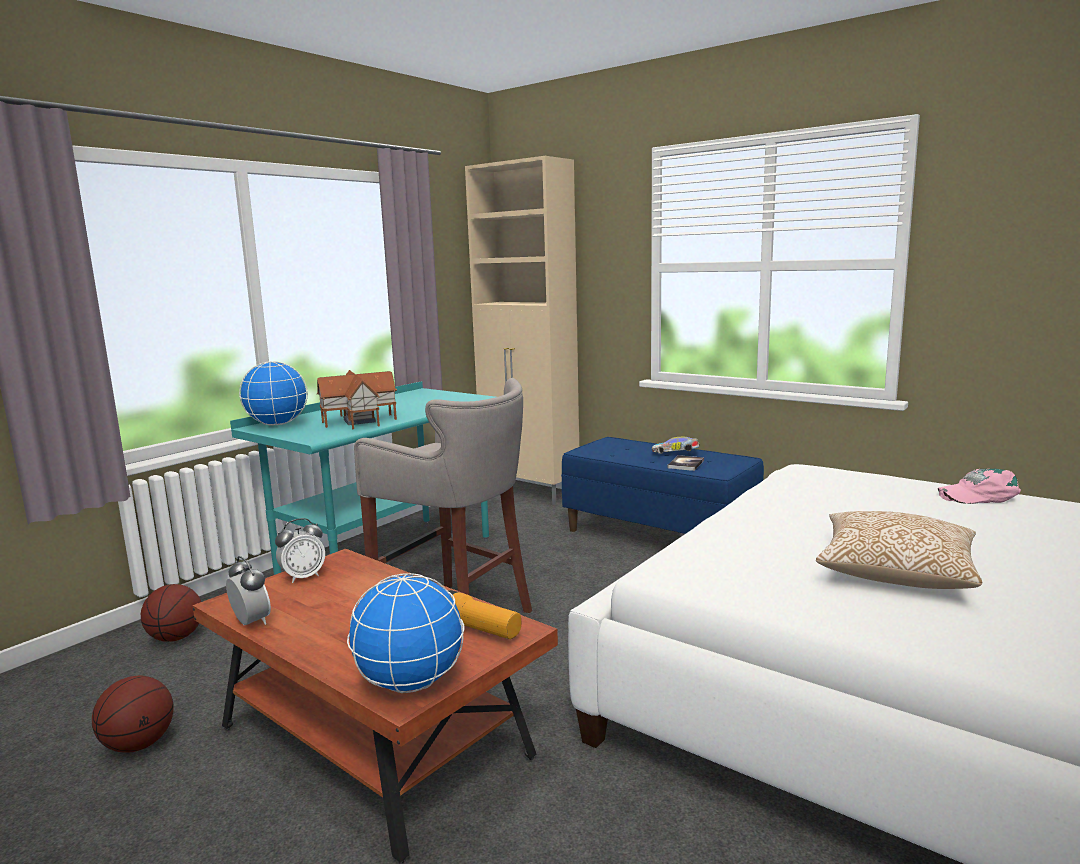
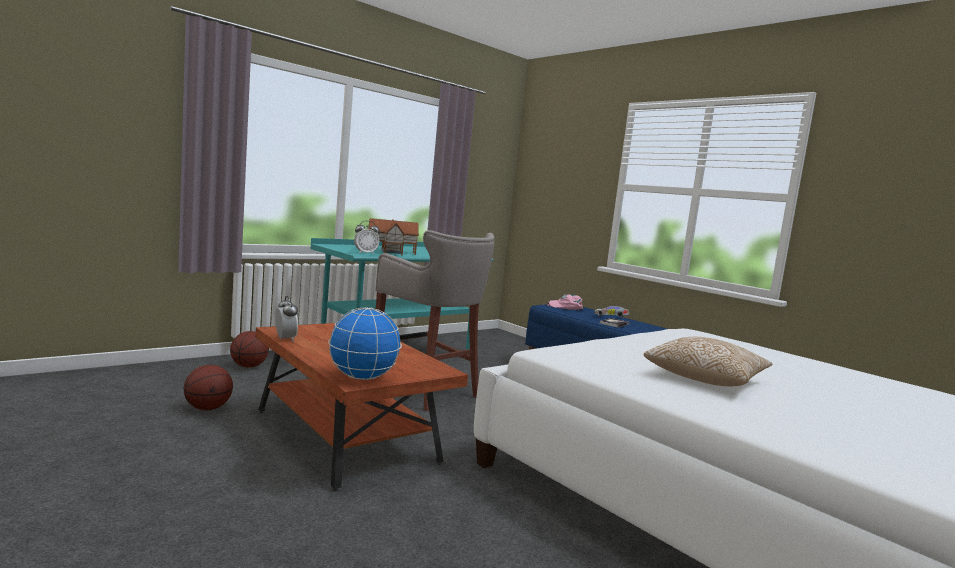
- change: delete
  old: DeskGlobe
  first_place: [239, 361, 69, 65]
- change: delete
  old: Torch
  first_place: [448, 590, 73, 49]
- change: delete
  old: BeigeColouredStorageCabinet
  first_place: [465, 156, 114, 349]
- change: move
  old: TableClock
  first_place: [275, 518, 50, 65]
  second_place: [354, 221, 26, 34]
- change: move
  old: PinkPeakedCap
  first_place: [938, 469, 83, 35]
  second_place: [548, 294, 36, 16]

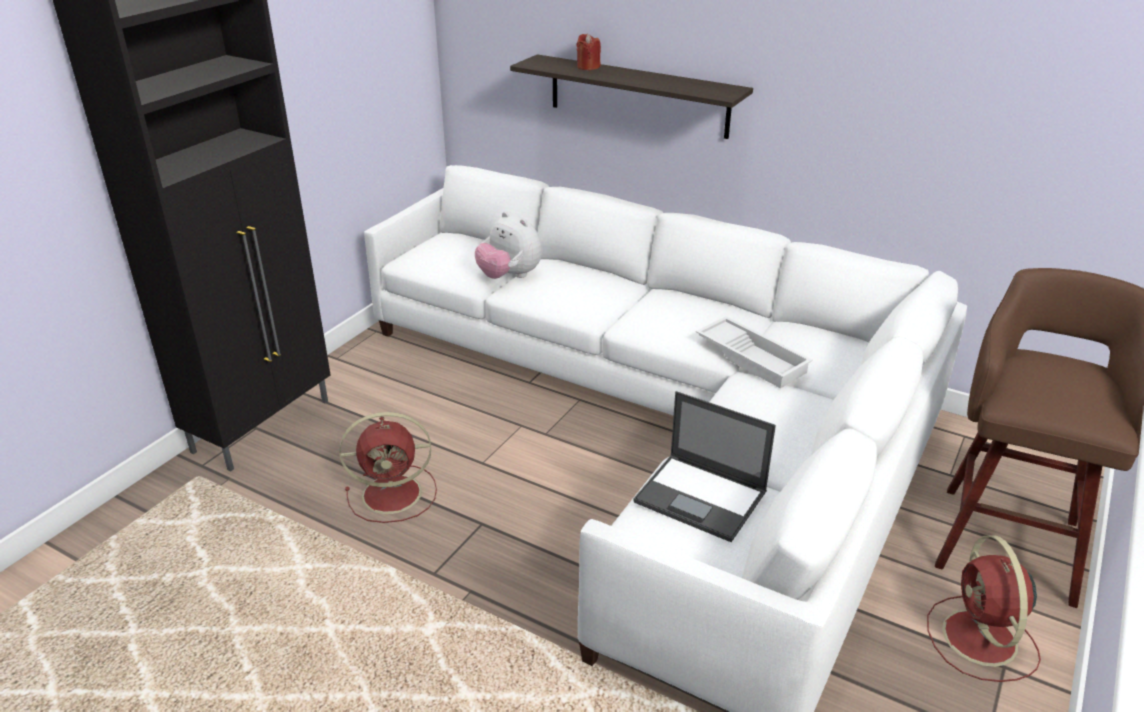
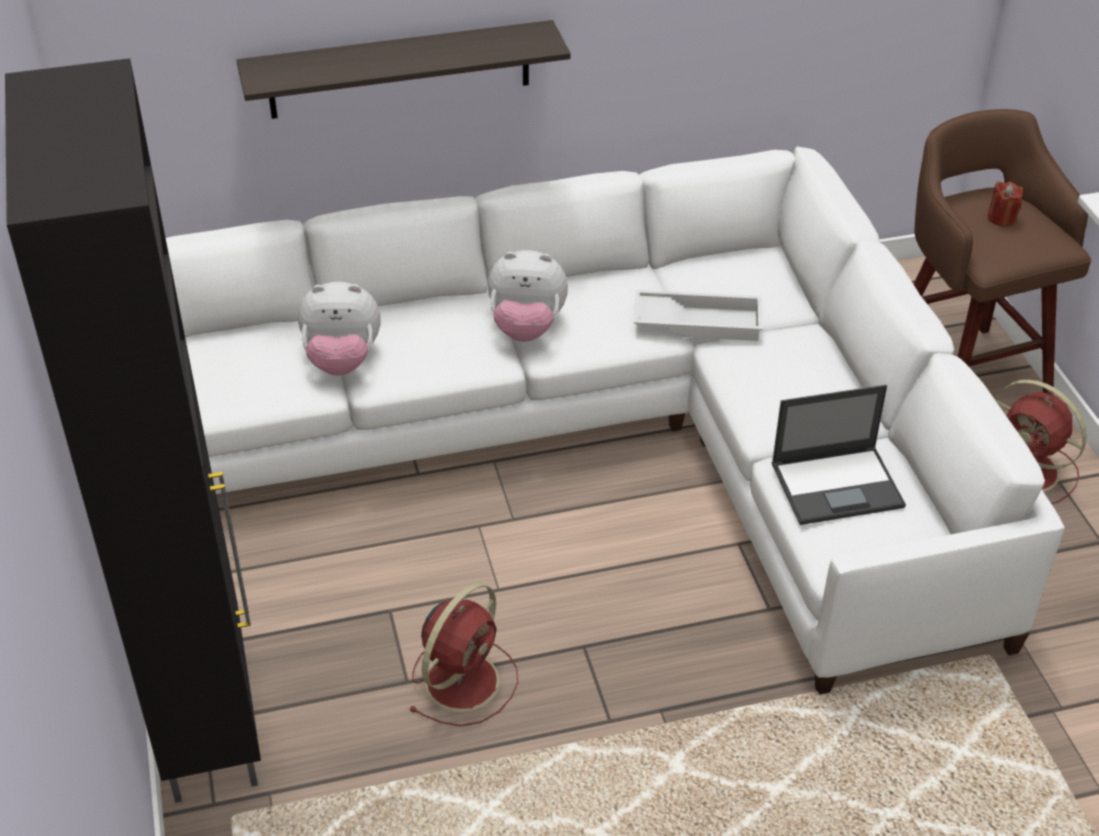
- change: insert
  new: CuddlyToy
  second_place: [488, 250, 80, 92]
- change: move
  old: RedWaxLight
  first_place: [576, 34, 25, 36]
  second_place: [988, 182, 35, 45]

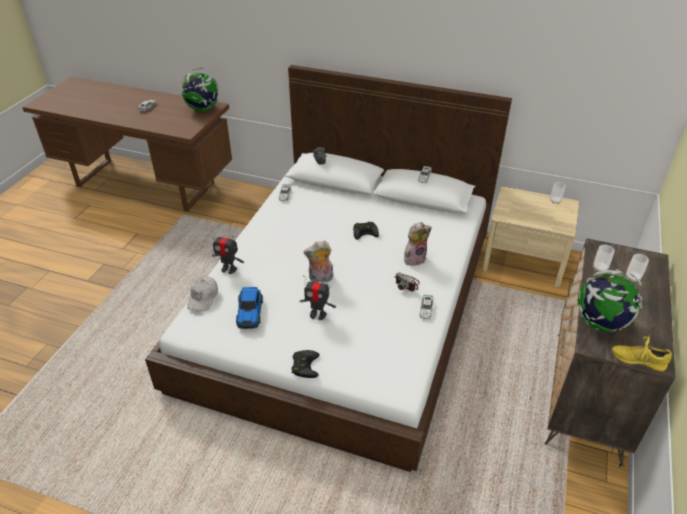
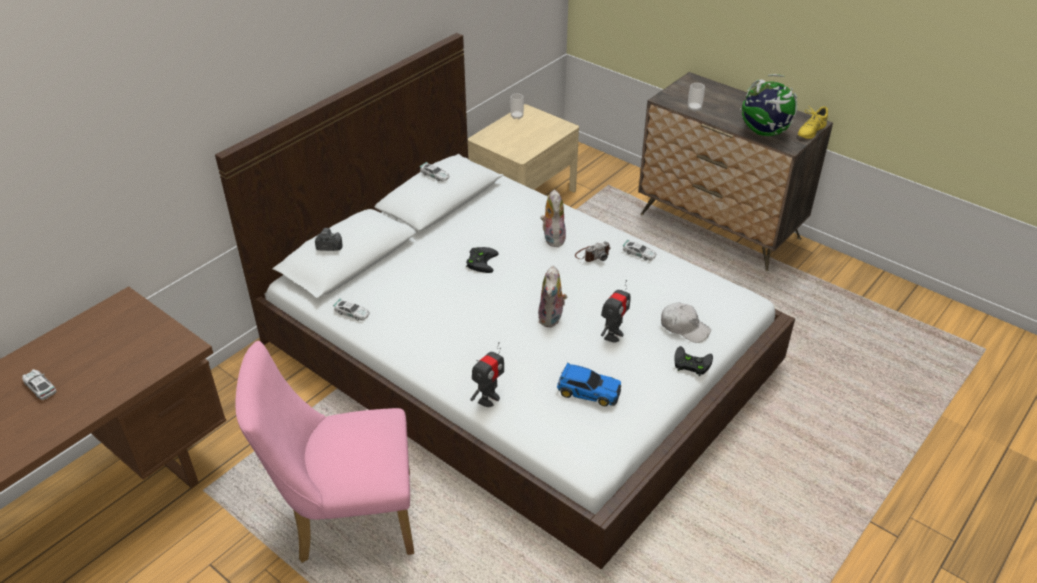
- change: delete
  old: DeskGlobe
  first_place: [181, 68, 38, 43]
- change: delete
  old: Cup
  first_place: [626, 254, 23, 28]
- change: insert
  new: PinkPlainChair
  second_place: [235, 341, 179, 222]
- change: move
  old: WhitishPeakedCap
  first_place: [187, 276, 31, 35]
  second_place: [661, 303, 50, 40]

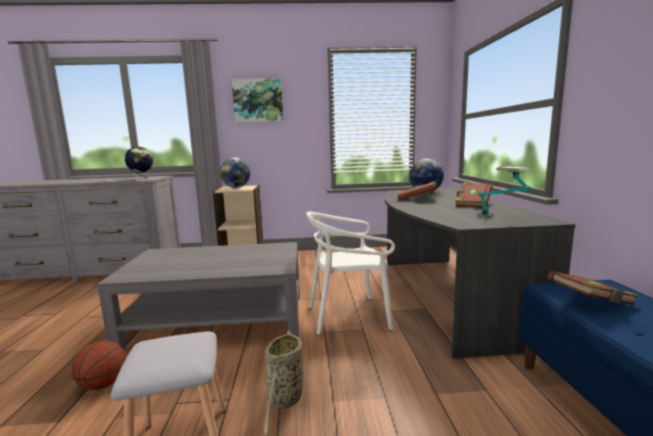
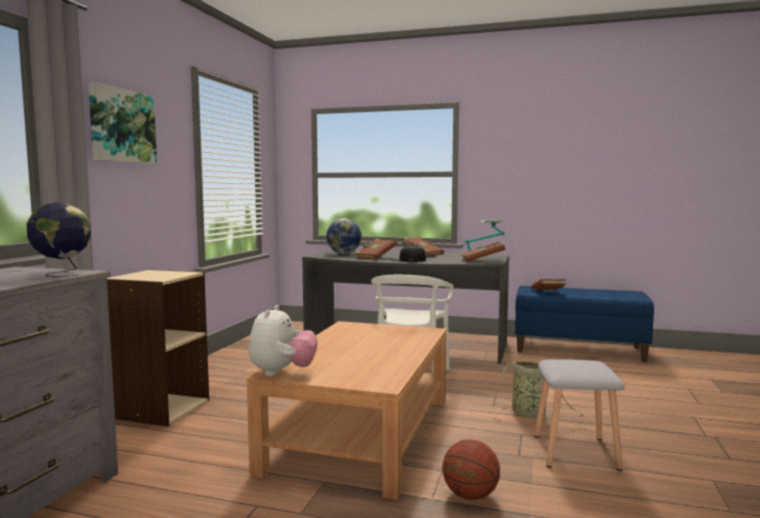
- change: delete
  old: DeskGlobe
  first_place: [220, 158, 30, 30]
- change: insert
  new: CuddlyToy
  second_place: [249, 305, 69, 71]
- change: insert
  new: BlackColouredPeakedCap
  second_place: [391, 245, 35, 17]
- change: insert
  new: BrownVolume
  second_place: [461, 242, 44, 20]
- change: recolor
  old: GreyLowTable
  new: BrownLowTable
  first_place: [97, 242, 203, 108]
  second_place: [247, 321, 200, 179]

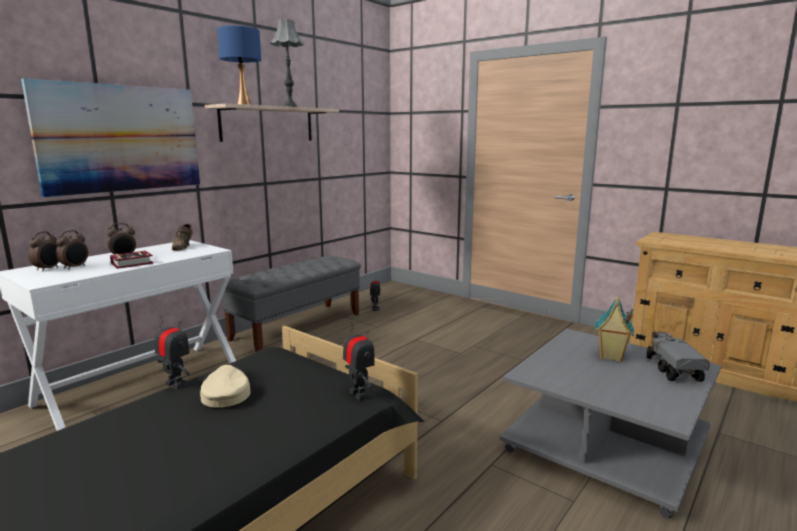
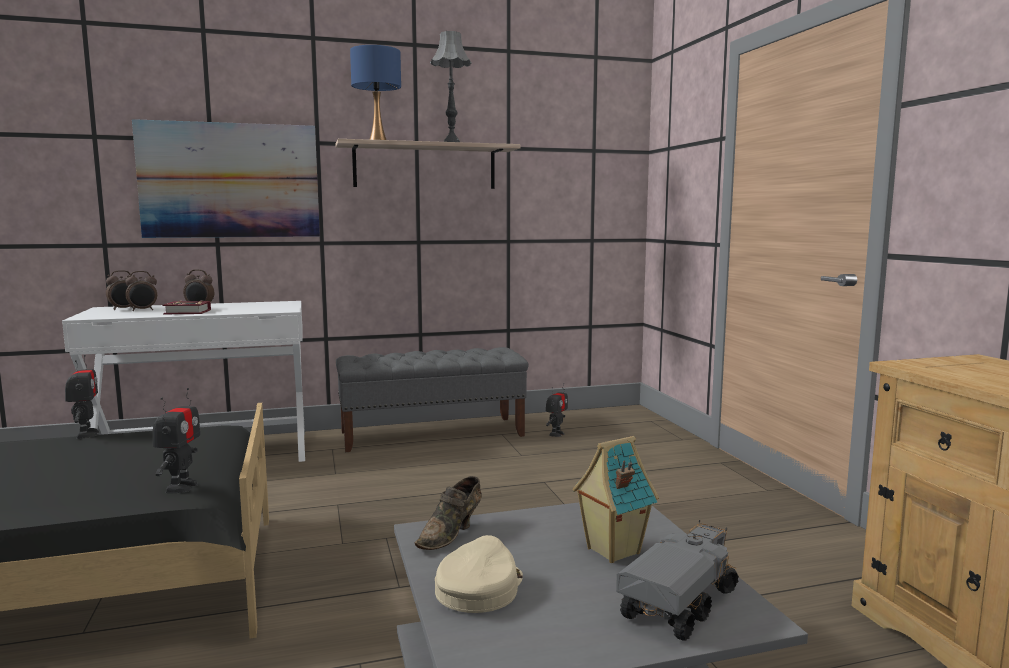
- change: move
  old: BrownLowShoe
  first_place: [172, 224, 21, 27]
  second_place: [415, 476, 67, 74]
- change: move
  old: BeigeColouredPeakedCap
  first_place: [200, 365, 51, 43]
  second_place: [435, 535, 88, 78]

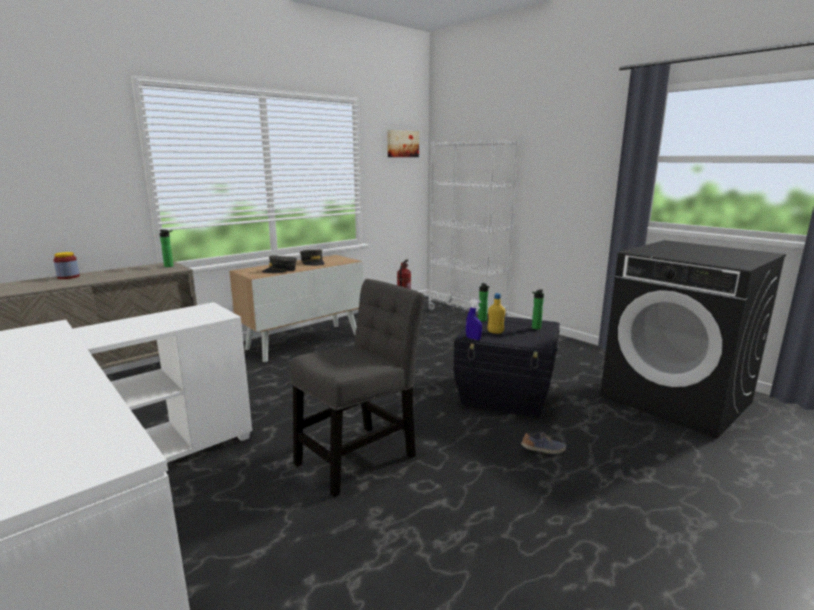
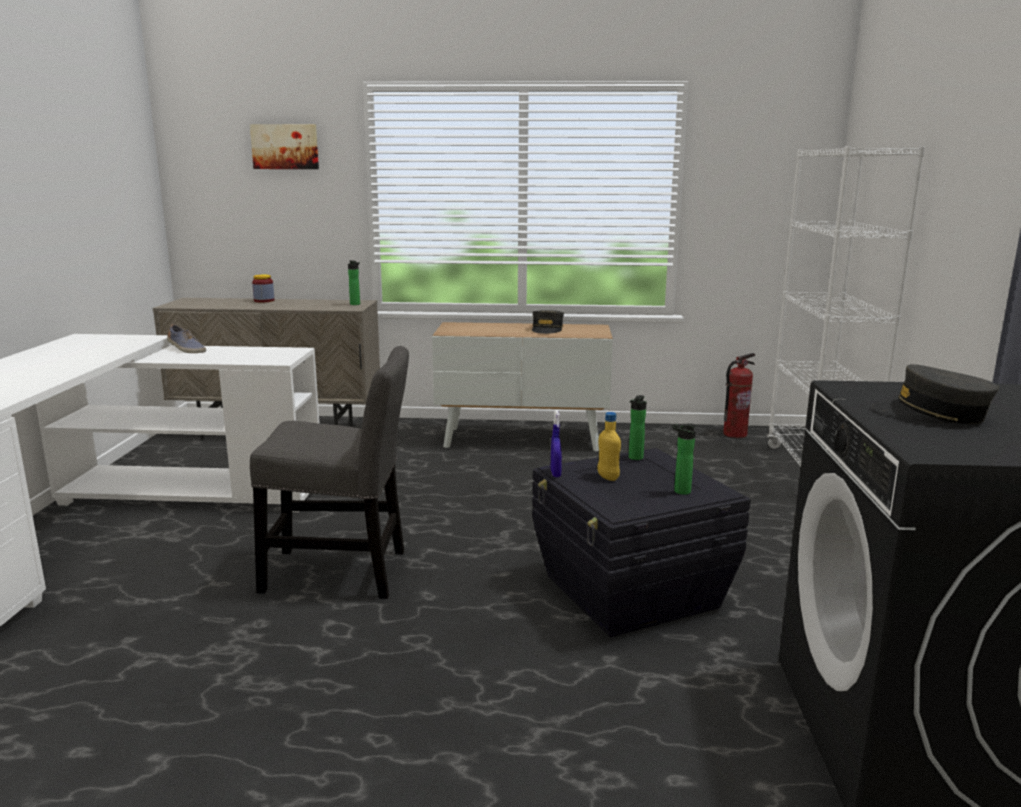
- change: move
  old: GreyPeakedCap
  first_place: [261, 256, 36, 17]
  second_place: [872, 364, 127, 60]
- change: move
  old: Picture
  first_place: [387, 130, 32, 27]
  second_place: [250, 124, 69, 45]
- change: move
  old: LowShoe
  first_place: [521, 432, 45, 22]
  second_place: [167, 324, 39, 29]

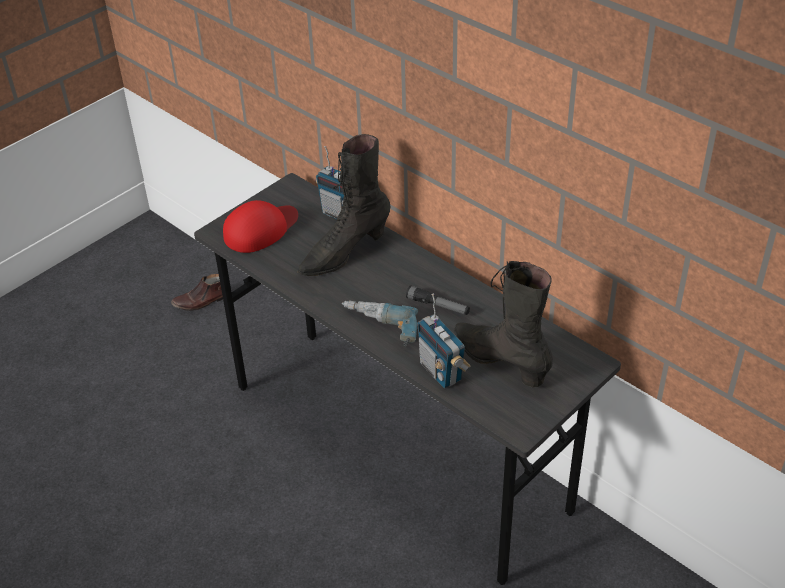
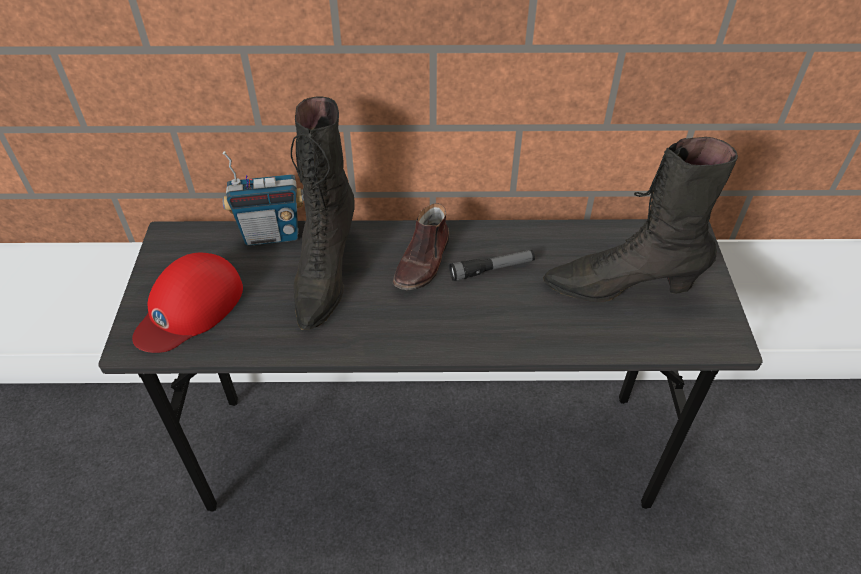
- change: delete
  old: ElectricDrill
  first_place: [342, 301, 76, 45]
- change: delete
  old: RadioSet
  first_place: [417, 294, 53, 94]
- change: move
  old: BrownLowShoe
  first_place: [171, 274, 52, 37]
  second_place: [392, 203, 58, 87]
- change: rotate
  old: RedPeakedCap
  first_place: [223, 200, 75, 53]
  second_place: [132, 253, 111, 100]
  degrees: -150

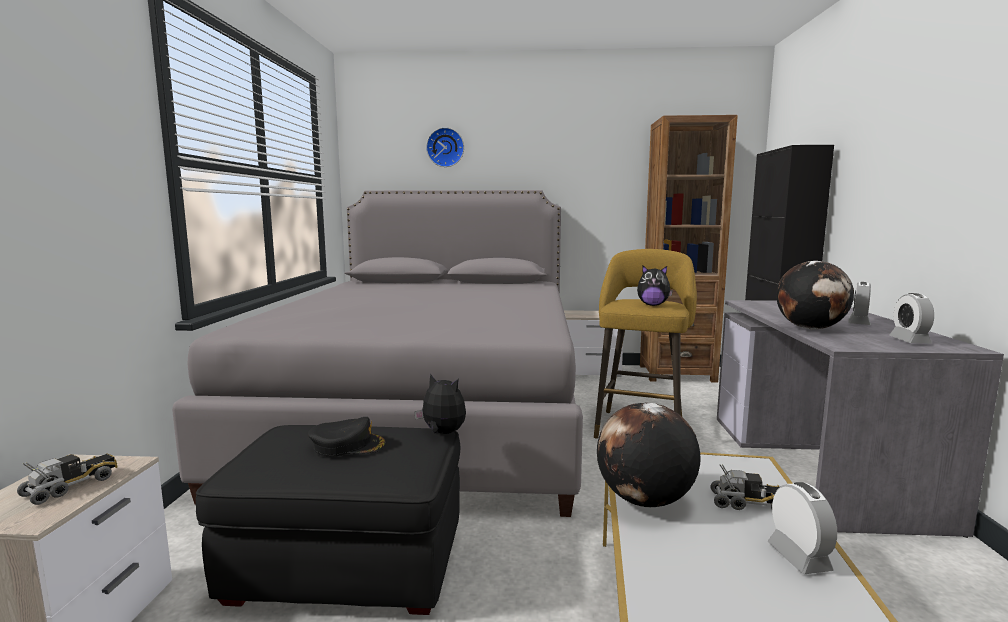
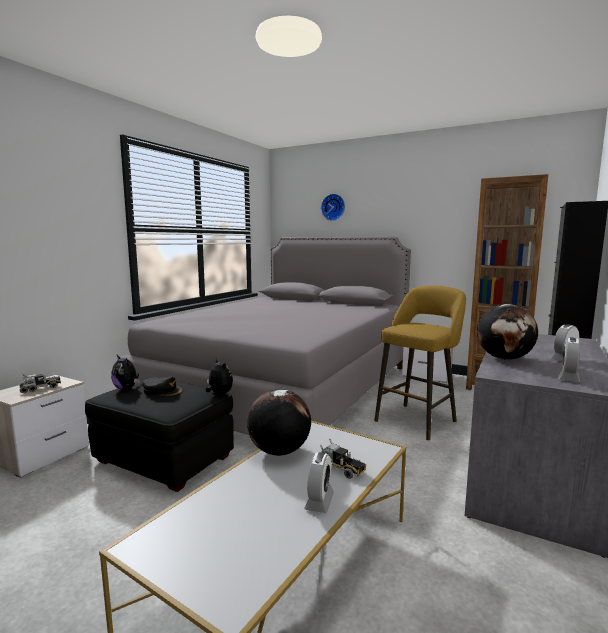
- change: move
  old: CuddlyToy
  first_place: [637, 265, 36, 41]
  second_place: [111, 355, 29, 35]

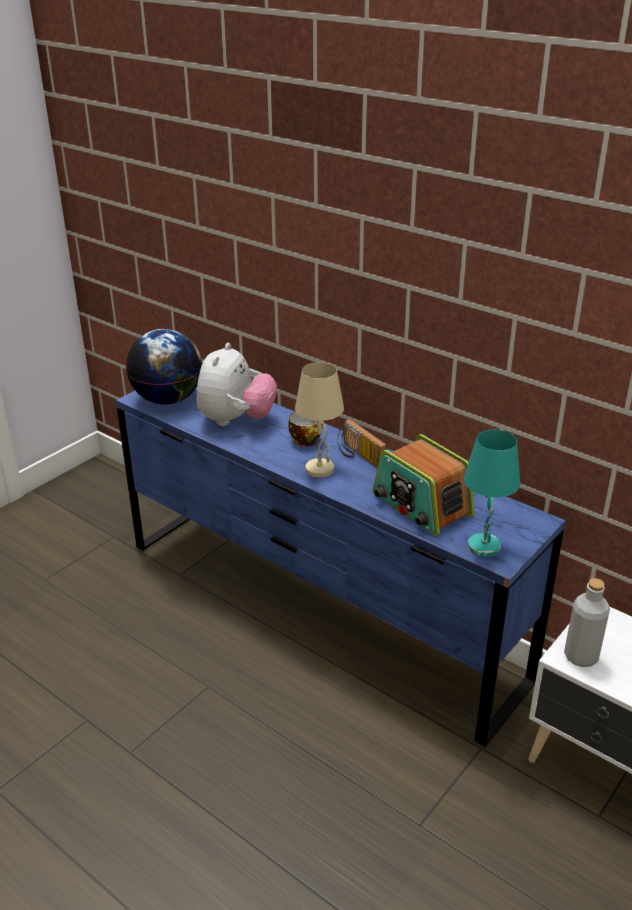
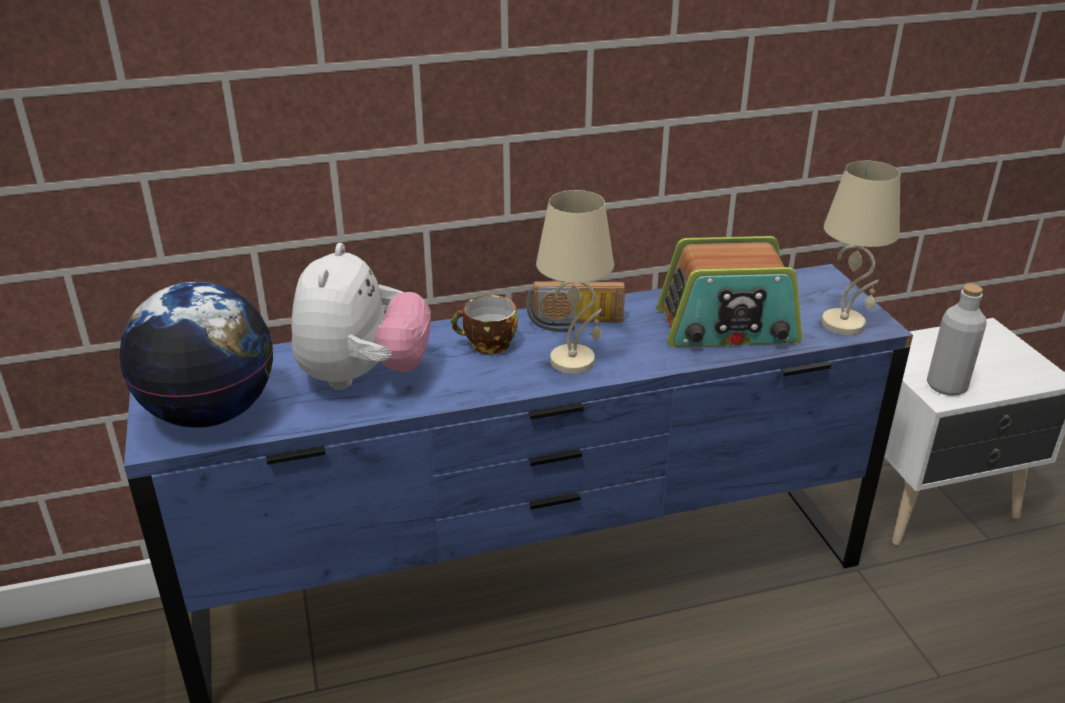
- change: recolor
  old: TurquoiseColouredTabletopLamp
  new: BeigeColouredTabletopLamp
  first_place: [464, 429, 56, 128]
  second_place: [821, 161, 79, 174]
- change: rotate
  old: CuddlyToy
  first_place: [197, 343, 80, 83]
  second_place: [291, 243, 140, 147]
  degrees: 45

